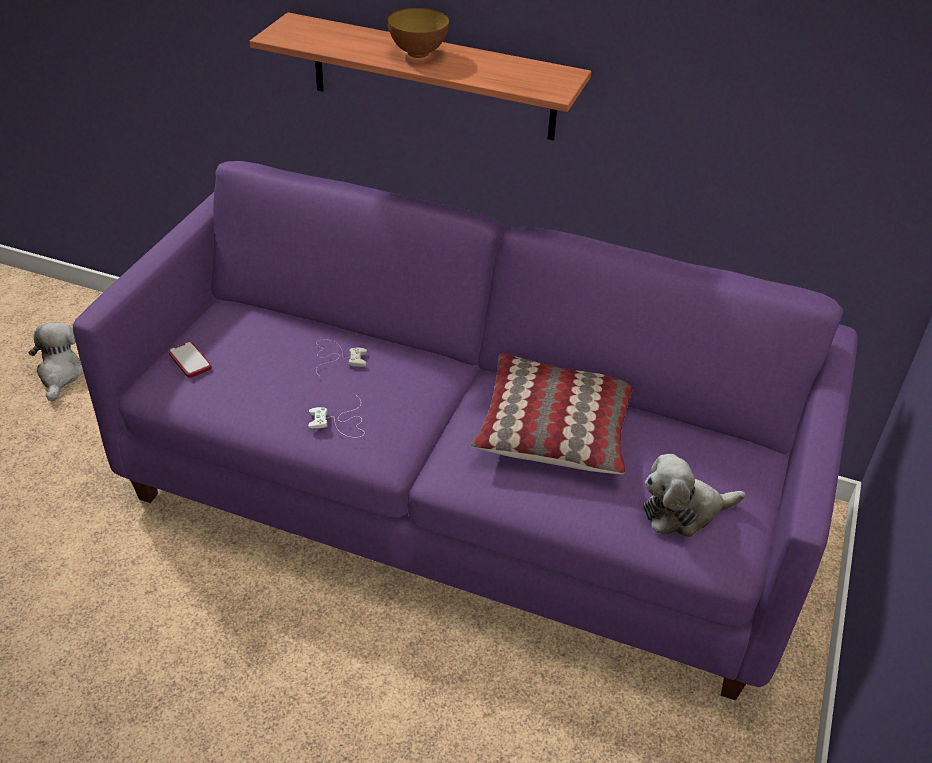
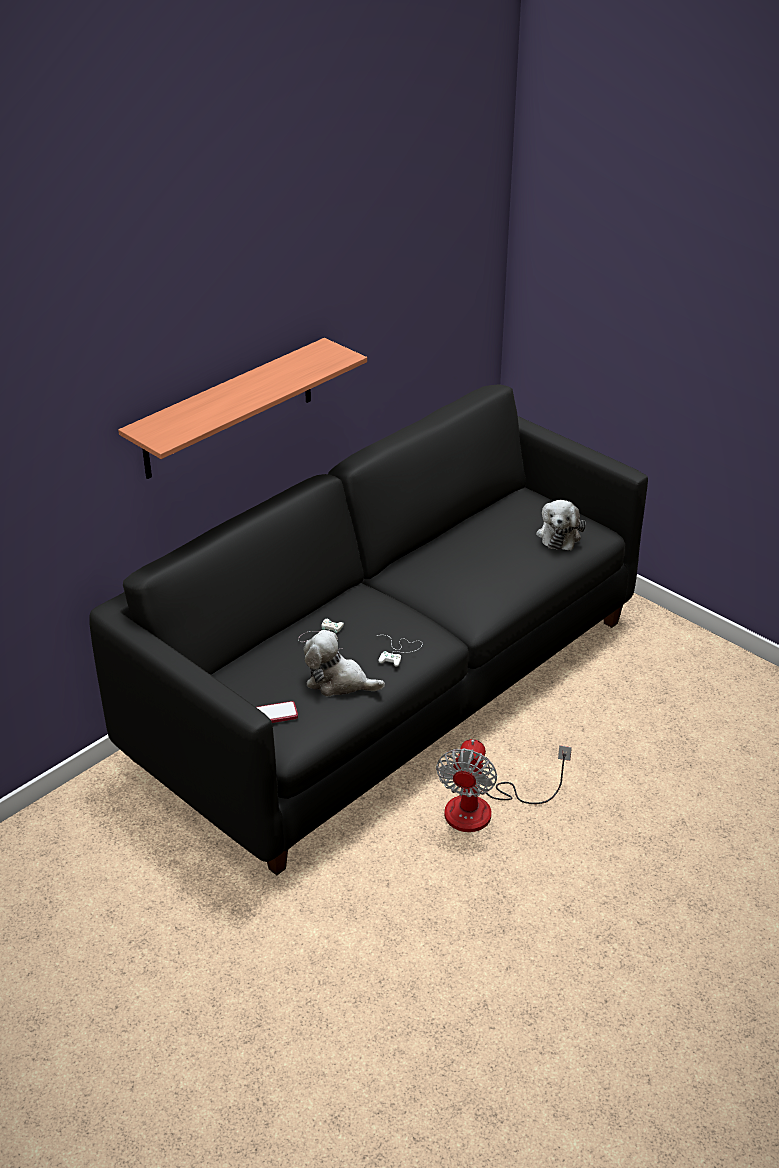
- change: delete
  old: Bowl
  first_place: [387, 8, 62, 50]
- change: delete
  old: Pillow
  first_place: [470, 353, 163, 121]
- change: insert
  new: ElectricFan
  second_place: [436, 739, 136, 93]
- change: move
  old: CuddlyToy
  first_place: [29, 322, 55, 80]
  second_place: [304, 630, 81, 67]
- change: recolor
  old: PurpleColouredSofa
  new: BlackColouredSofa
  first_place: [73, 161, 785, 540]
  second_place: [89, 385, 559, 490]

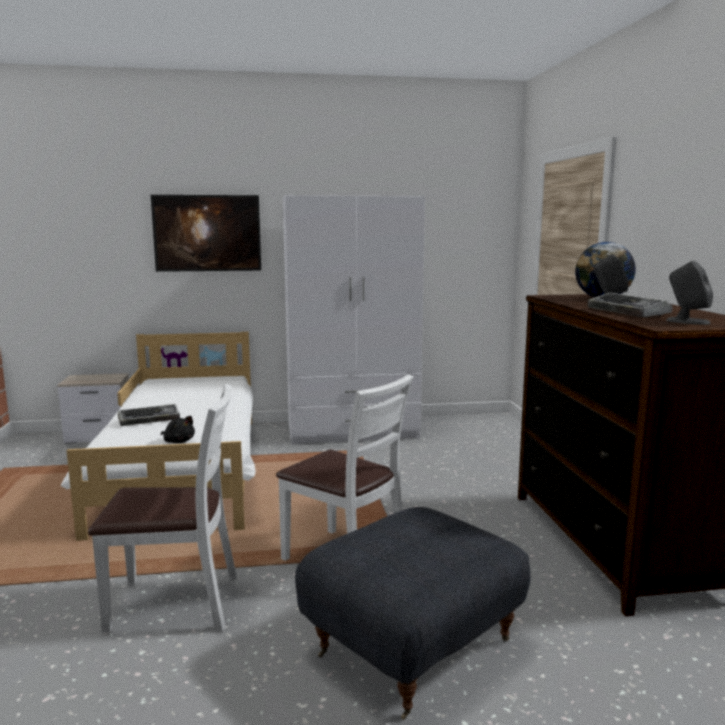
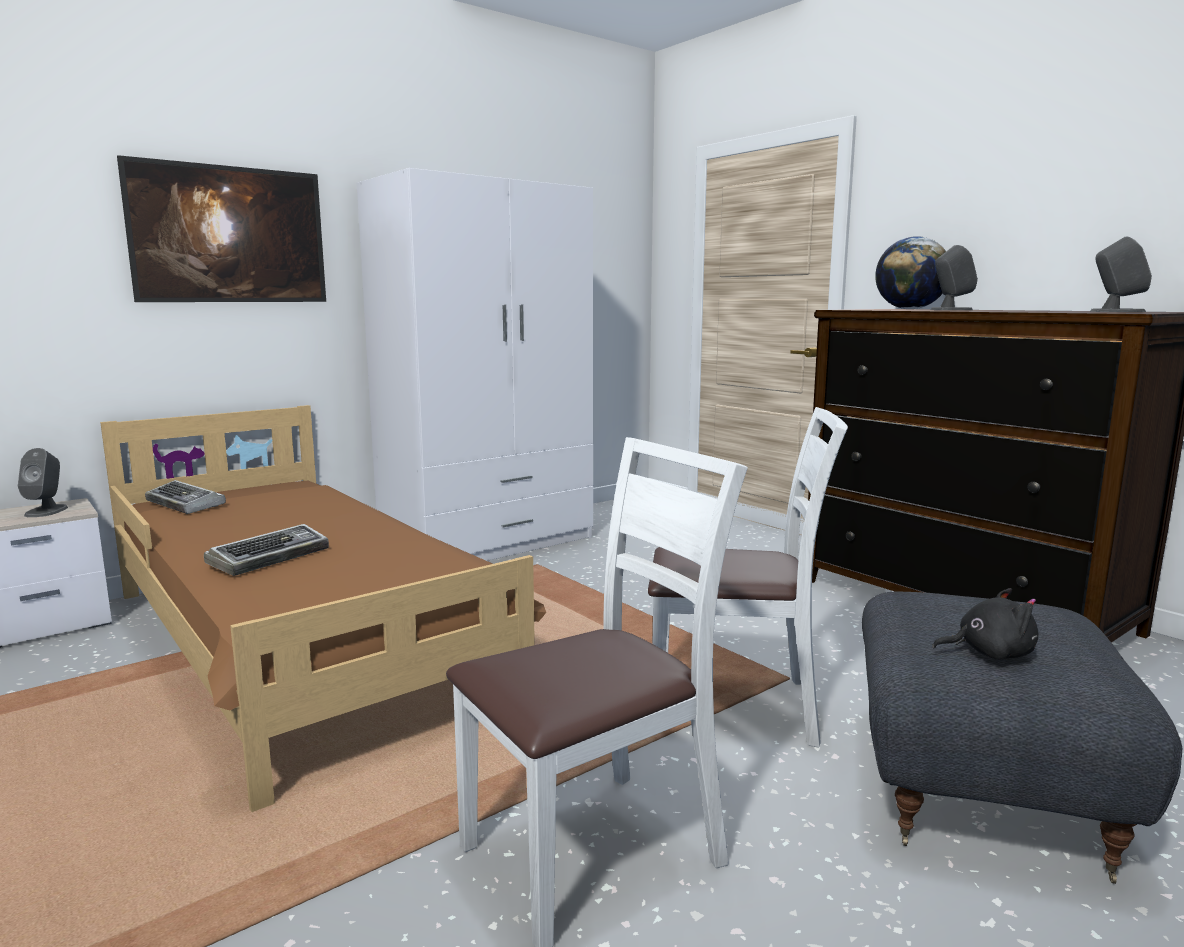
- change: insert
  new: GreyAudioSpeaker
  second_place: [18, 448, 50, 69]
- change: move
  old: BlackColouredCuddlyToy
  first_place: [161, 416, 34, 27]
  second_place: [932, 588, 106, 72]
- change: move
  old: ComputerKeyboard
  first_place: [588, 292, 84, 25]
  second_place: [145, 480, 81, 34]
- change: recolor
  old: WhitishBed
  new: BrownBed
  first_place: [60, 332, 196, 209]
  second_place: [100, 405, 446, 407]

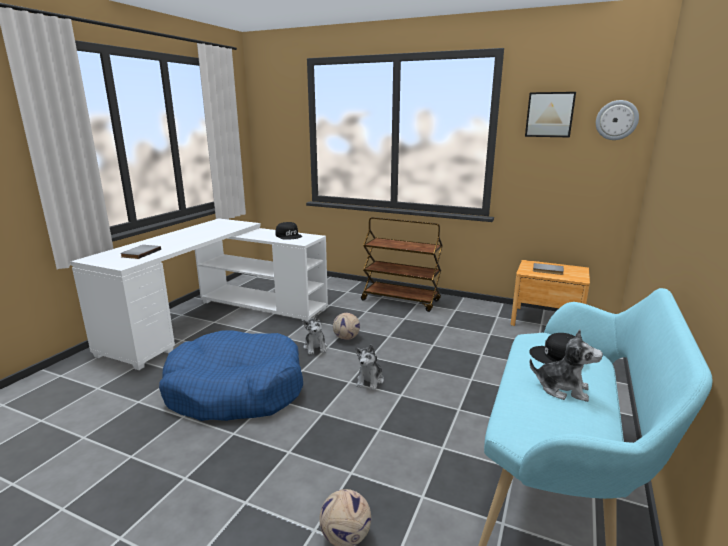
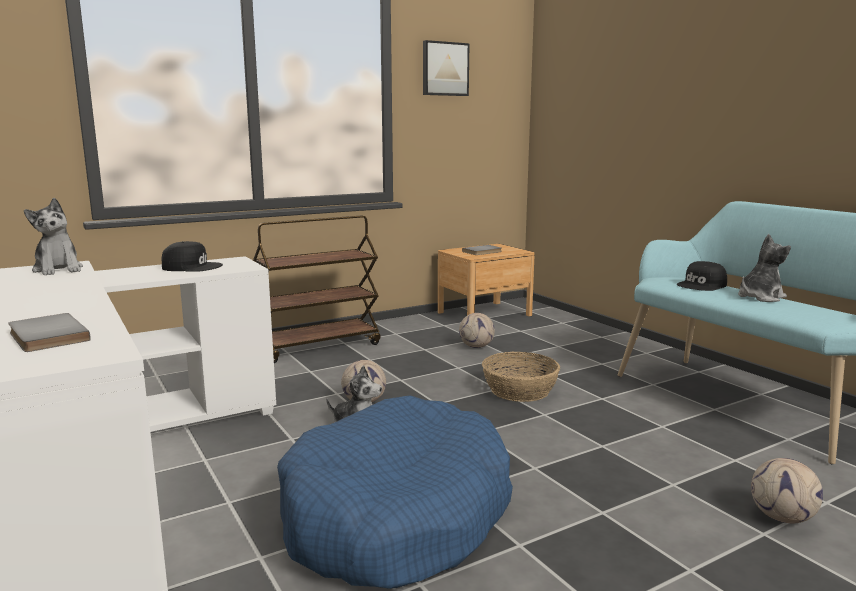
- change: delete
  old: WallClock
  first_place: [596, 100, 43, 40]
- change: insert
  new: BallForFootball
  second_place: [459, 313, 36, 35]
- change: insert
  new: Basket
  second_place: [482, 352, 78, 50]
- change: move
  old: CuddlyToy
  first_place: [355, 344, 29, 46]
  second_place: [24, 198, 59, 78]

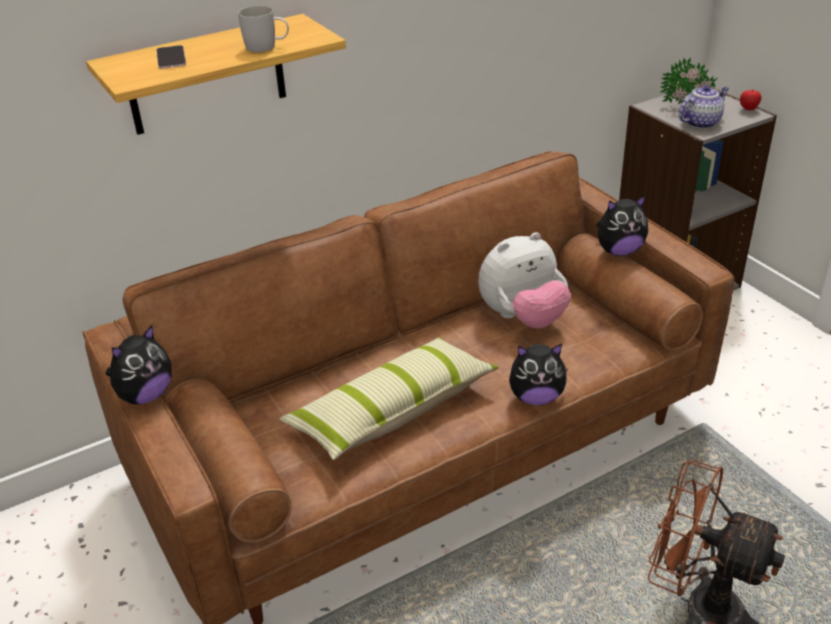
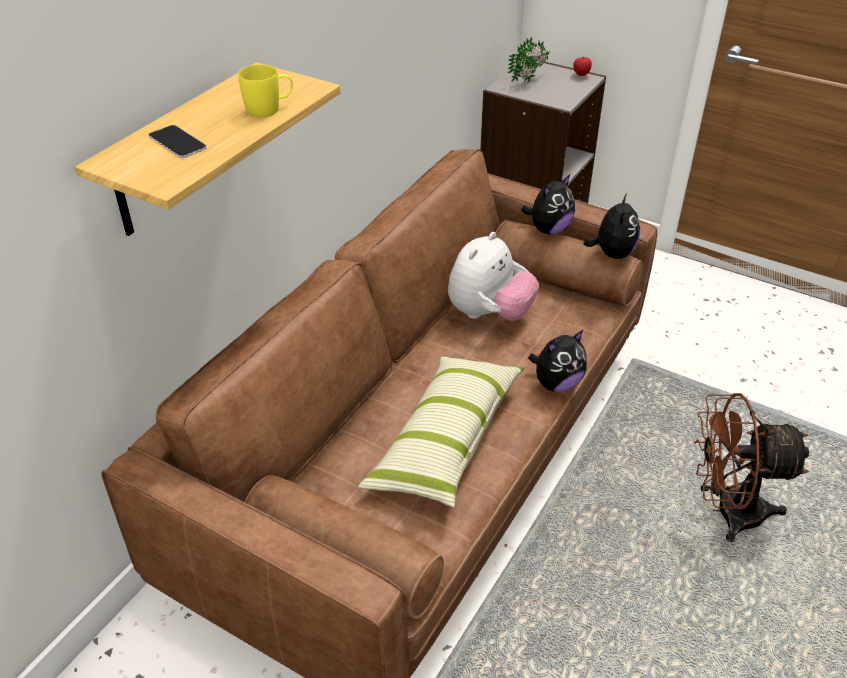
- change: delete
  old: Teapot
  first_place: [678, 85, 51, 44]
- change: move
  old: CuddlyToy
  first_place: [106, 325, 66, 79]
  second_place: [583, 193, 57, 66]
- change: recolor
  old: WhitishMug
  new: YellowMug
  first_place: [238, 6, 51, 46]
  second_place: [238, 64, 55, 53]

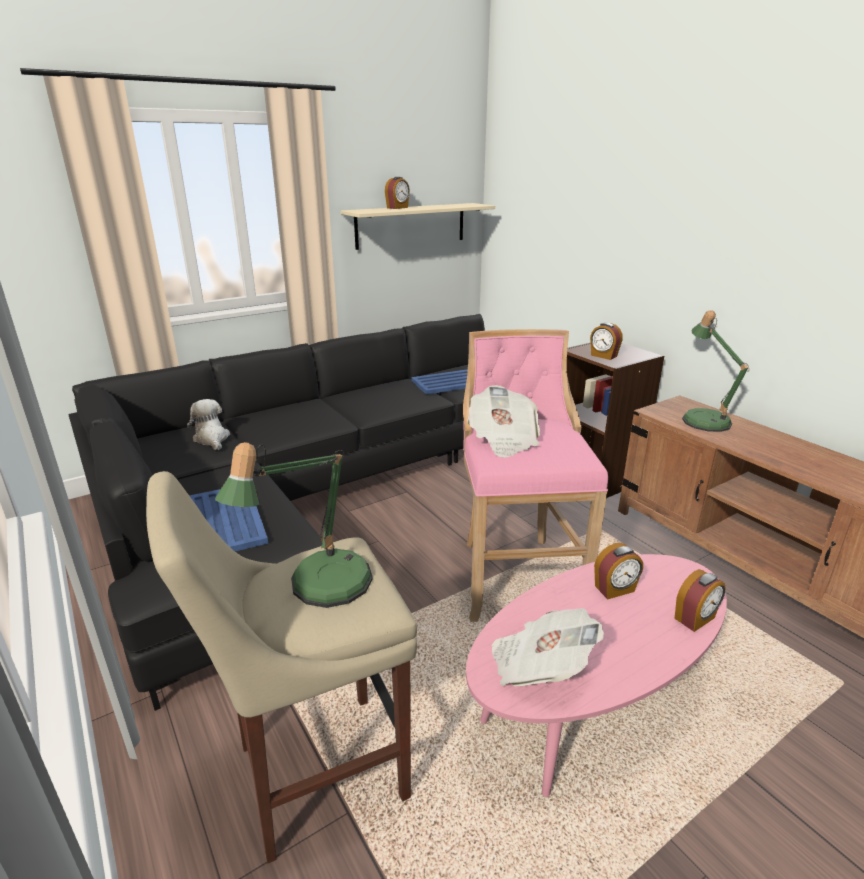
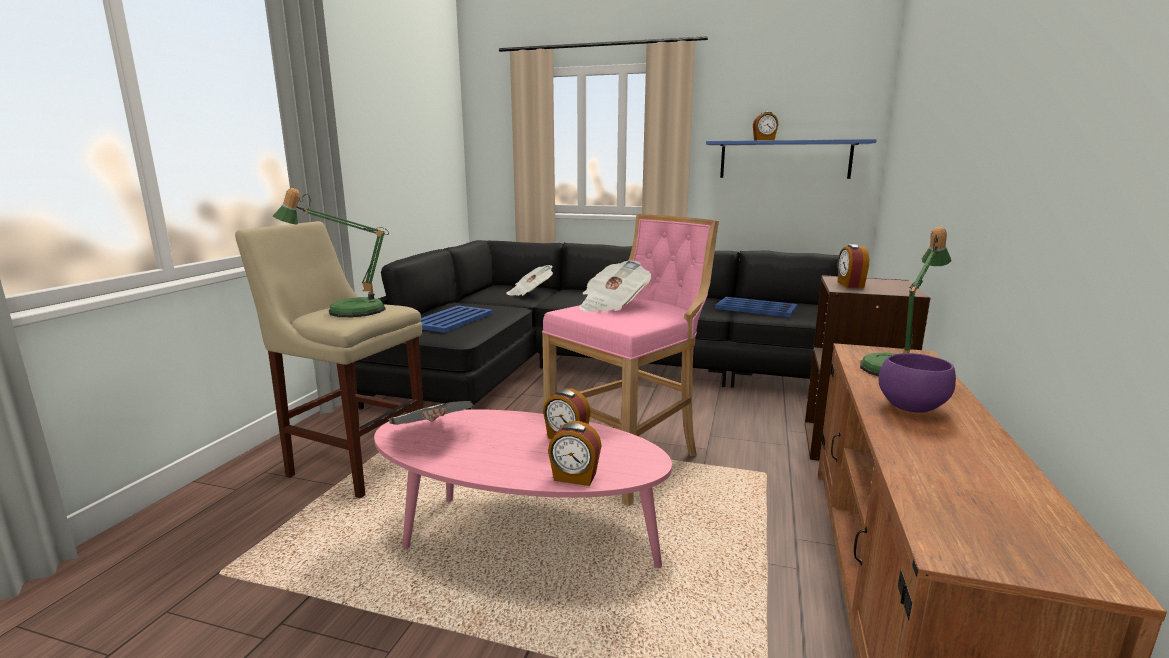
- change: insert
  new: PurpleColouredBowl
  second_place: [879, 353, 77, 60]
- change: replace
  old: CuddlyToy
  new: Newspaper
  first_place: [187, 399, 43, 51]
  second_place: [507, 265, 46, 31]
- change: recolor
  old: BeigeColouredBracketShelf
  new: BlueBracketShelf
  first_place: [341, 203, 154, 47]
  second_place: [706, 139, 171, 40]

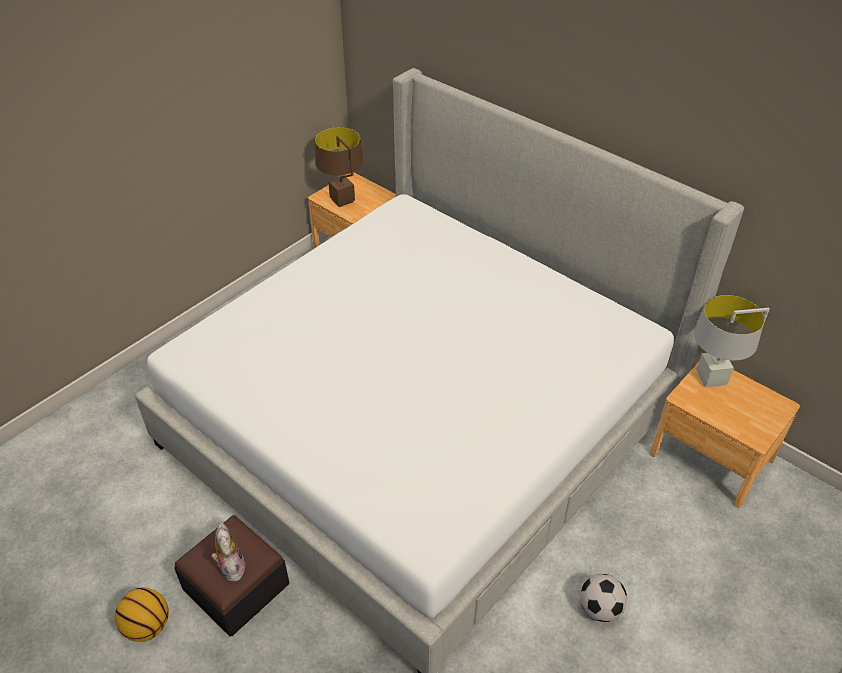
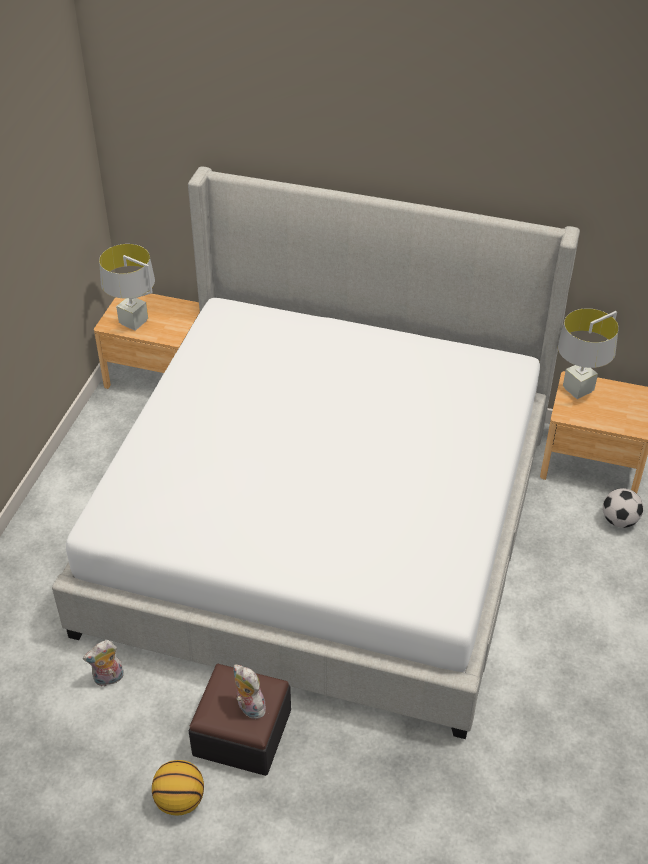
- change: insert
  new: CuddlyToy
  second_place: [83, 640, 41, 47]
- change: move
  old: BallForFootball
  first_place: [580, 574, 47, 48]
  second_place: [603, 488, 40, 40]
- change: recolor
  old: BrownTabletopLamp
  new: GreyTabletopLamp
  first_place: [315, 127, 49, 80]
  second_place: [99, 244, 56, 87]

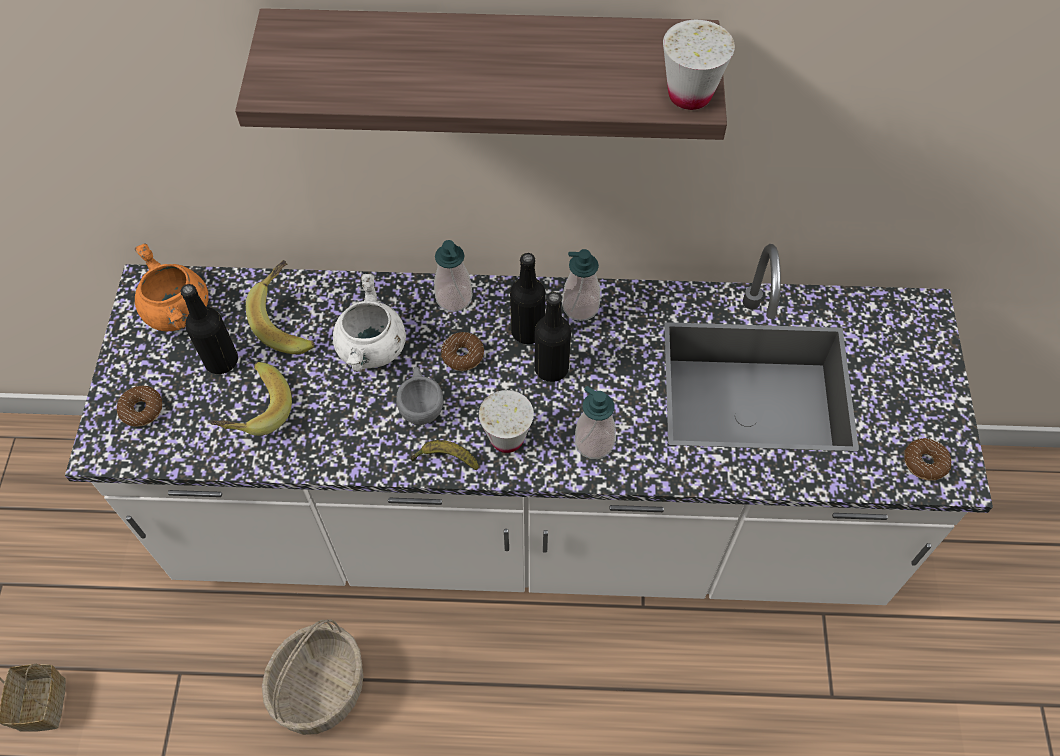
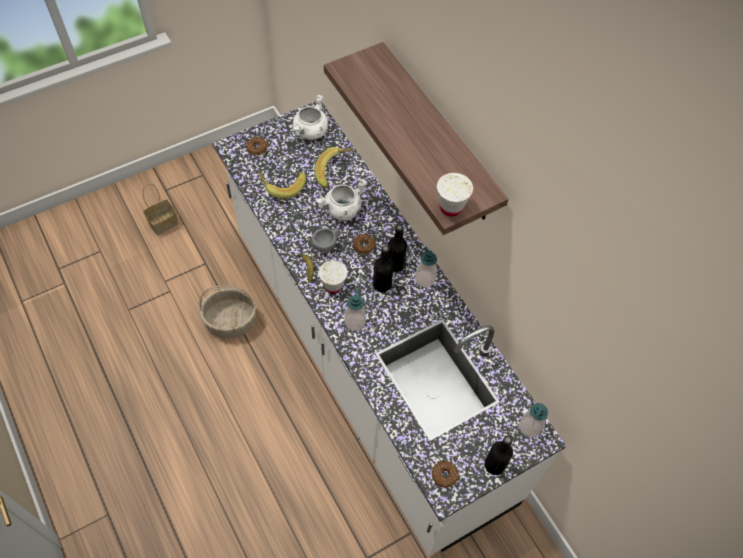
- change: move
  old: BlackColouredDrinkBottle
  first_place: [181, 284, 57, 90]
  second_place: [485, 436, 28, 39]
- change: move
  old: SoapDispenser
  first_place: [434, 240, 38, 72]
  second_place: [519, 403, 29, 35]
- change: recolor
  old: OrangeColouredCookingPot
  new: WhitishCookingPot
  first_place: [135, 243, 74, 88]
  second_place: [292, 95, 36, 45]

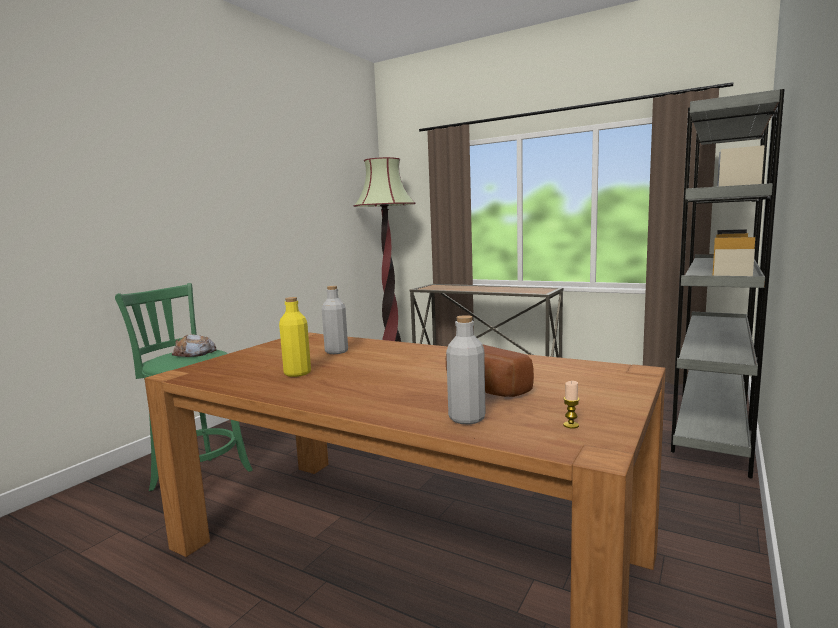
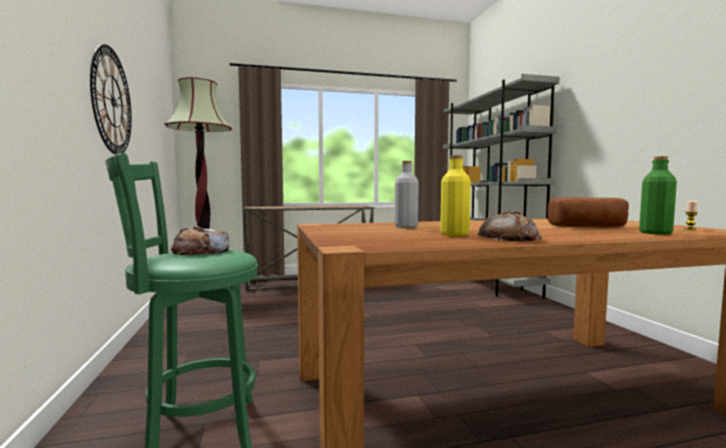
- change: insert
  new: WallClock
  second_place: [90, 44, 42, 111]
- change: insert
  new: BakedBread
  second_place: [478, 211, 64, 31]
- change: recolor
  old: GreyDrinkBottle
  new: GreenColouredDrinkBottle
  first_place: [446, 315, 40, 109]
  second_place: [639, 156, 38, 79]

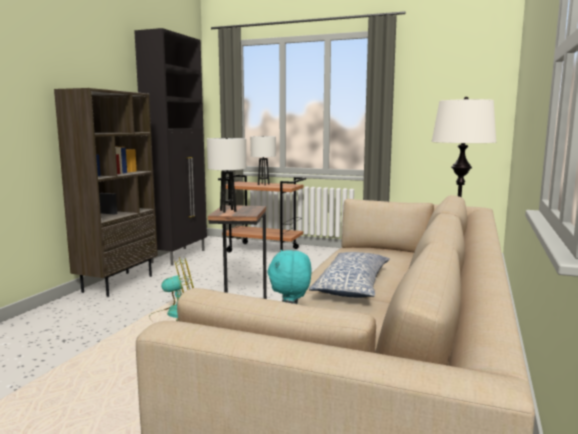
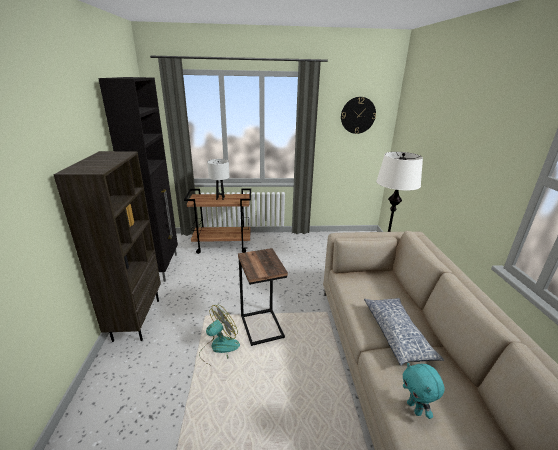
- change: delete
  old: WhitishTabletopLamp
  first_place: [207, 138, 39, 75]
- change: insert
  new: WallClock
  second_place: [341, 97, 35, 37]

